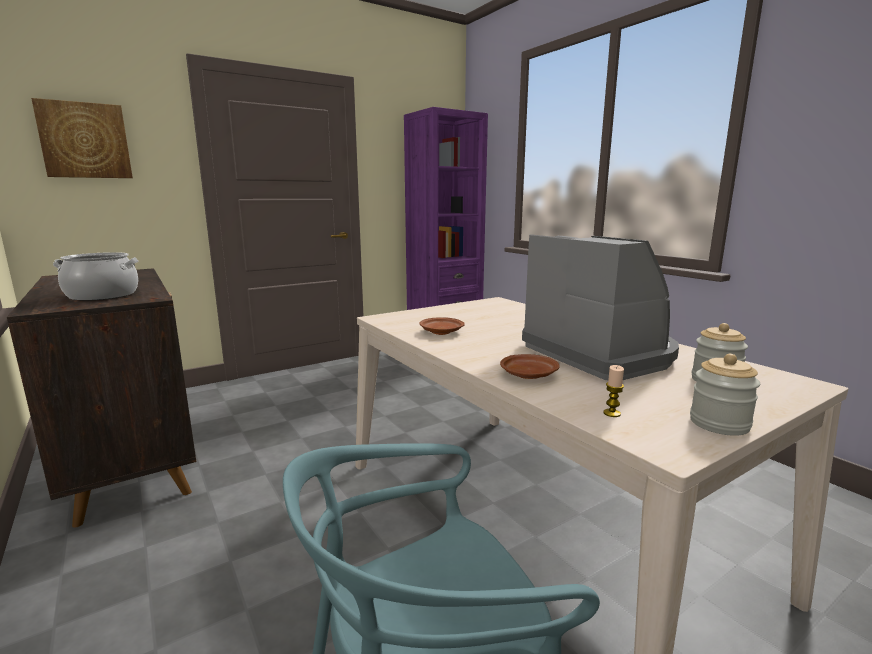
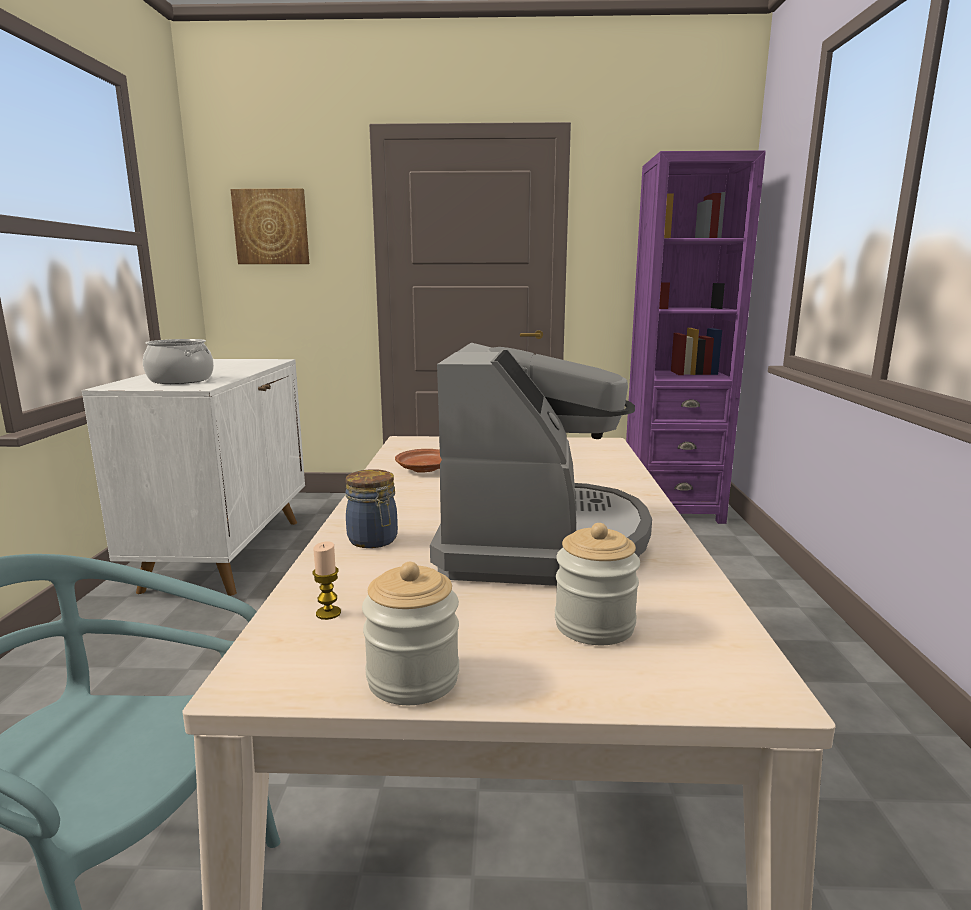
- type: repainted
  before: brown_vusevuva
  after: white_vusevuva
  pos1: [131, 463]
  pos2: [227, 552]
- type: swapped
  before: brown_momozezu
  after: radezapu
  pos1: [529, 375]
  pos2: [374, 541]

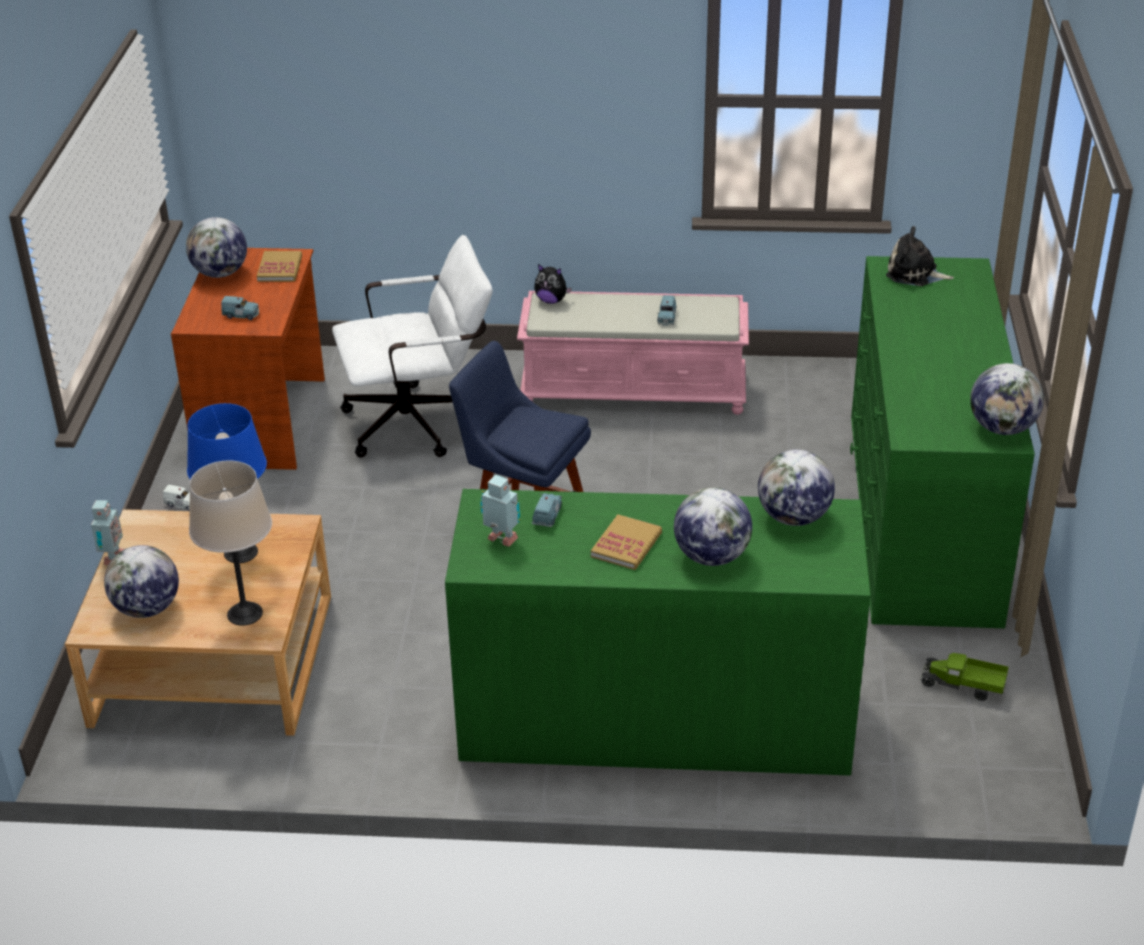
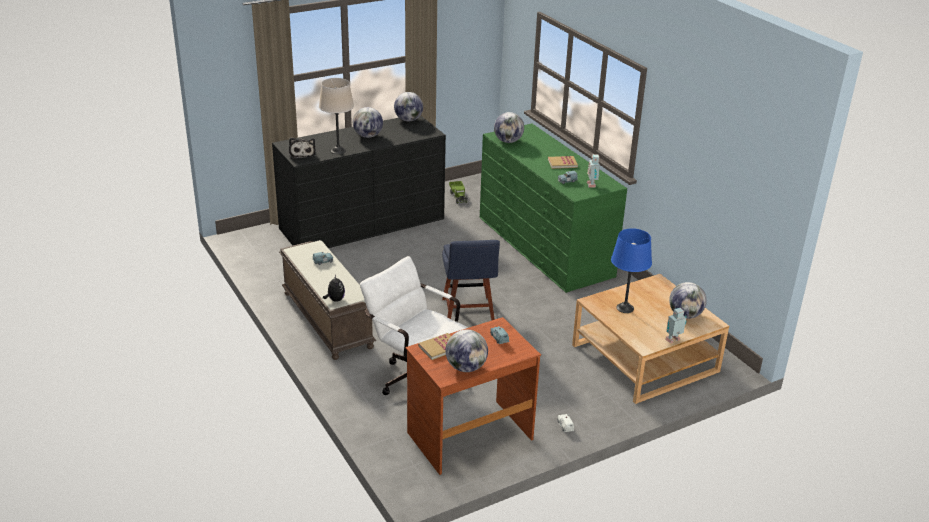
- type: repainted
  before: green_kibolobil
  after: black_kibolobil
  pos1: [921, 516]
  pos2: [362, 224]
- type: repainted
  before: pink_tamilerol
  after: brown_tamilerol
  pos1: [635, 391]
  pos2: [326, 319]
- type: shifted
  before: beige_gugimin
  pos1: [245, 614]
  pos2: [338, 151]
- type: shifted
  before: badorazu
  pos1: [711, 556]
  pos2: [368, 136]

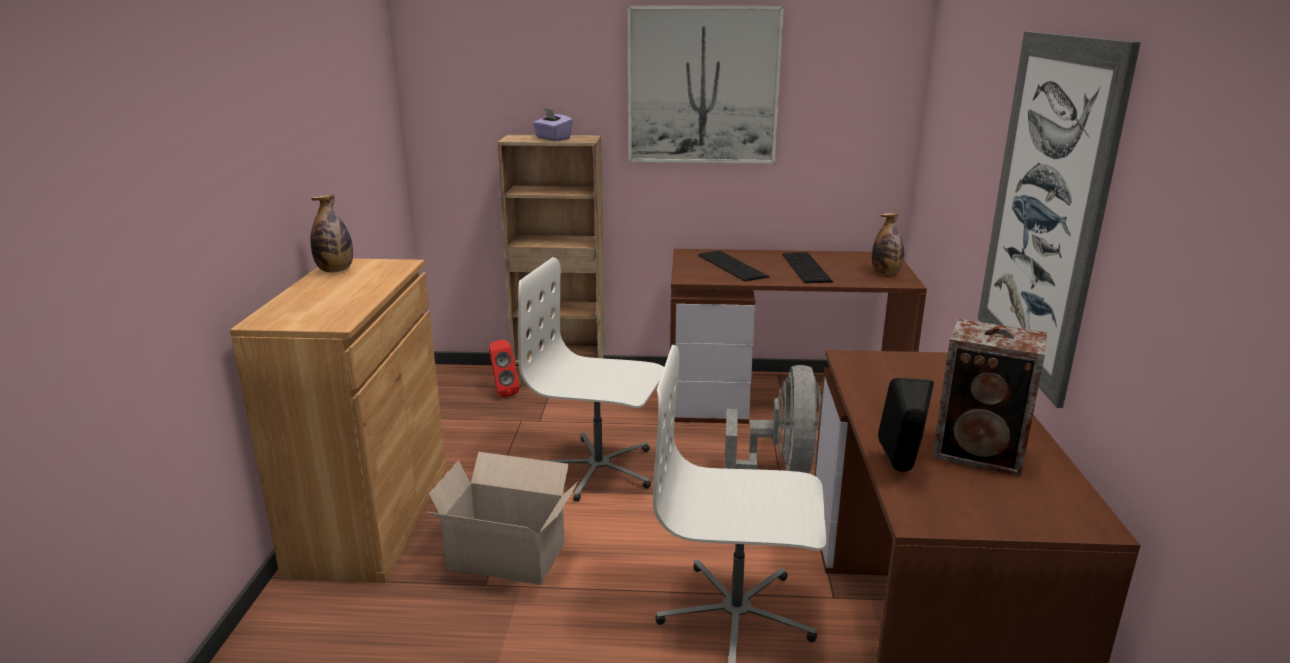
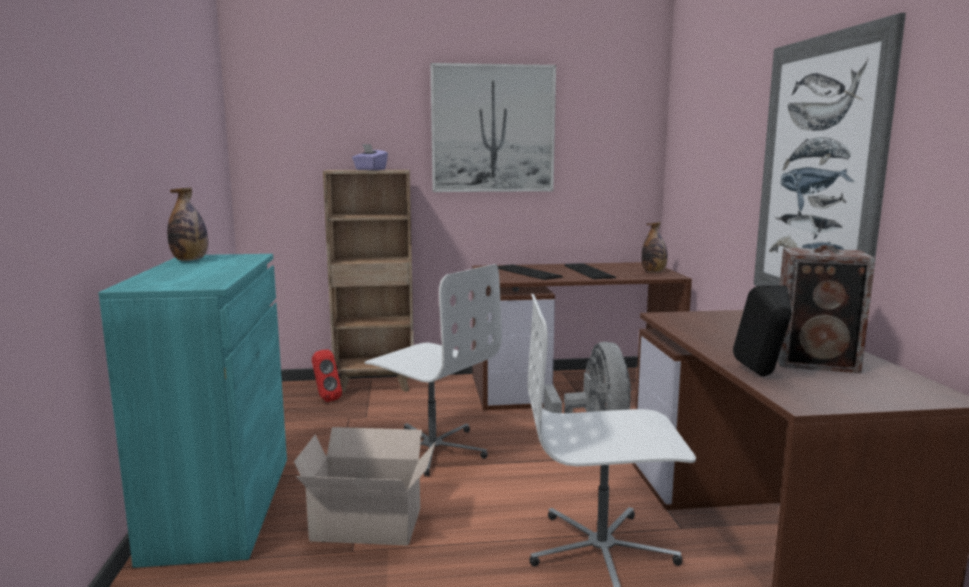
- type: repainted
  before: brown_vusevuva
  after: turquoise_vusevuva
  pos1: [371, 518]
  pos2: [221, 506]
- type: rotated
  before: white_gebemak
  pos1: [598, 469]
  pos2: [433, 449]
  turn: -150

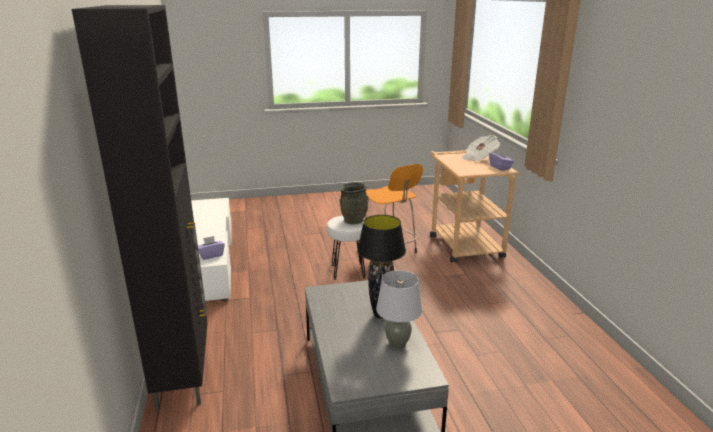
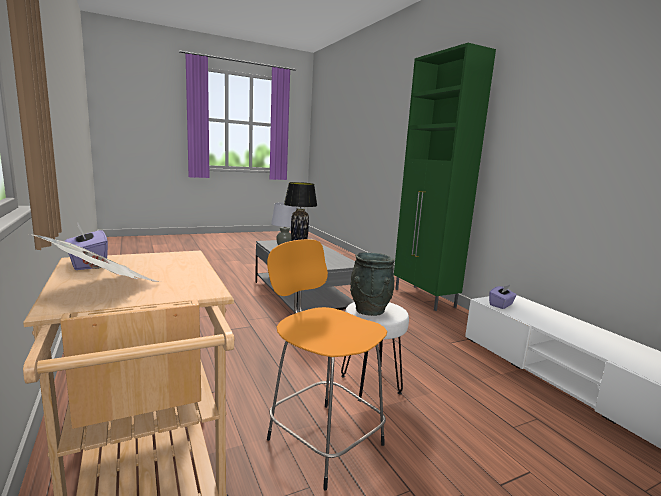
- type: repainted
  before: black_vusevuva
  after: green_vusevuva
  pos1: [184, 372]
  pos2: [424, 298]

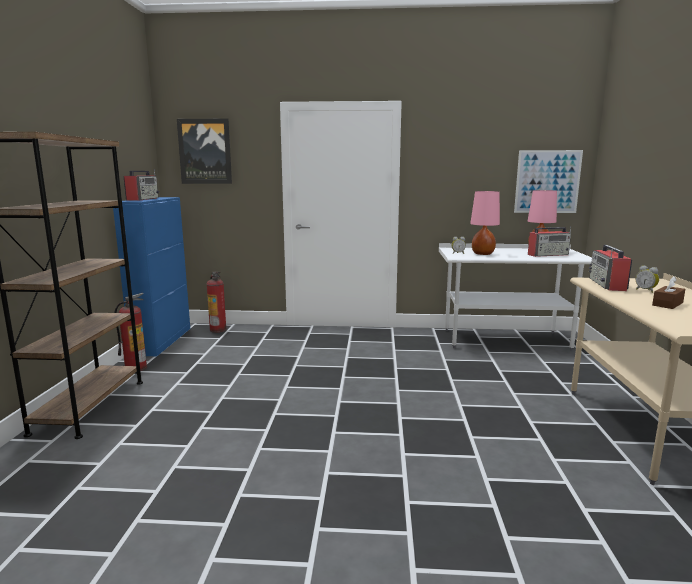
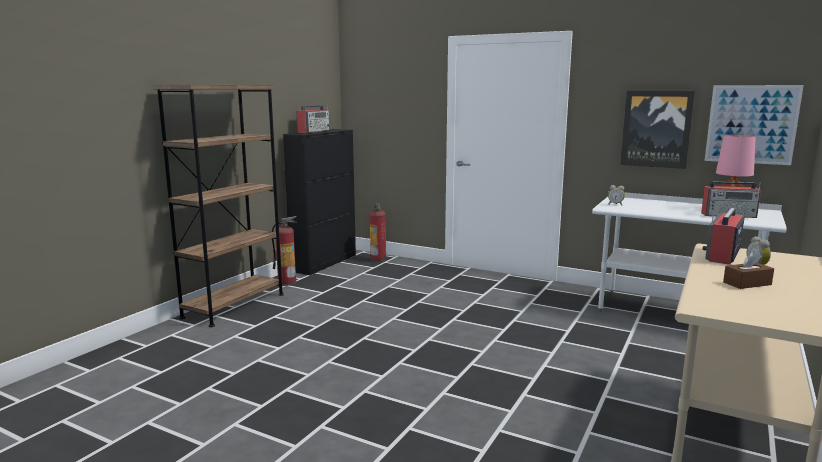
- type: repainted
  before: blue_vusevuva
  after: black_vusevuva
  pos1: [162, 340]
  pos2: [324, 263]
- type: shifted
  before: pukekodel
  pos1: [205, 151]
  pos2: [656, 129]
- type: gone
  before: pink_gugimin
  pos1: [482, 254]

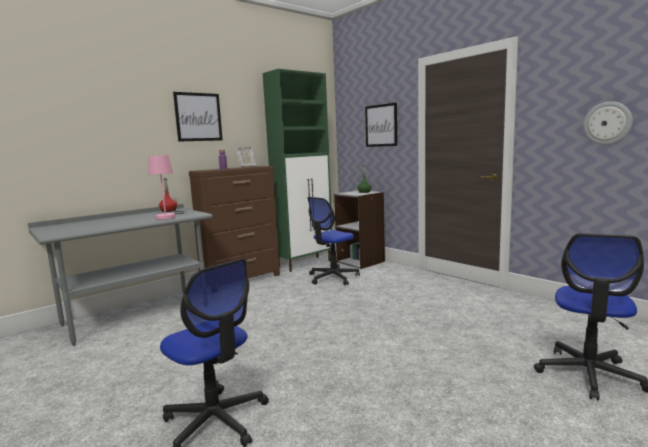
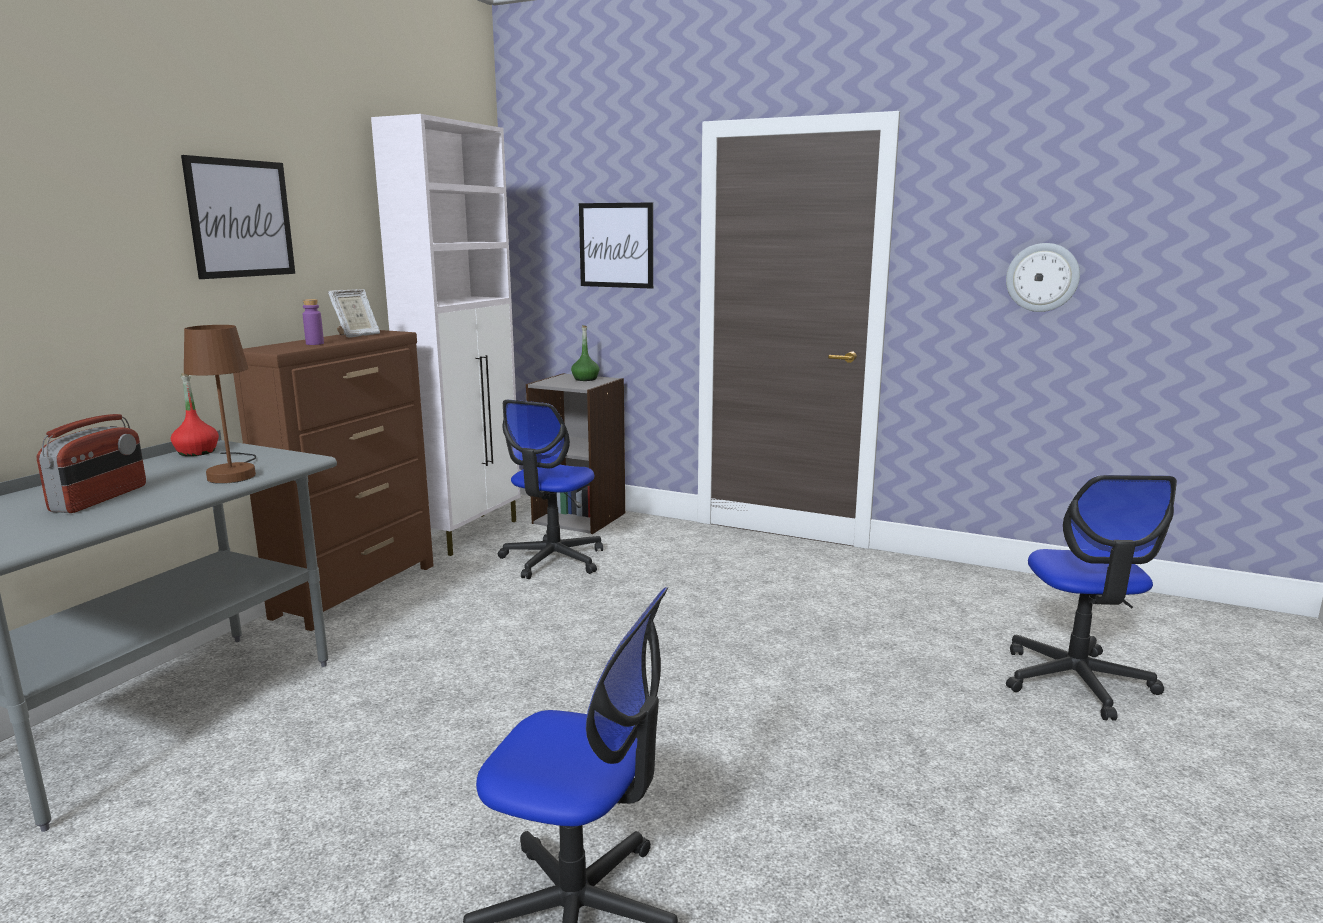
- type: new
  after: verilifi
  pos2: [100, 498]
- type: repainted
  before: pink_gugimin
  after: brown_gugimin
  pos1: [168, 217]
  pos2: [234, 473]
- type: repainted
  before: green_vusevuva
  after: white_vusevuva
  pos1: [305, 264]
  pos2: [468, 533]

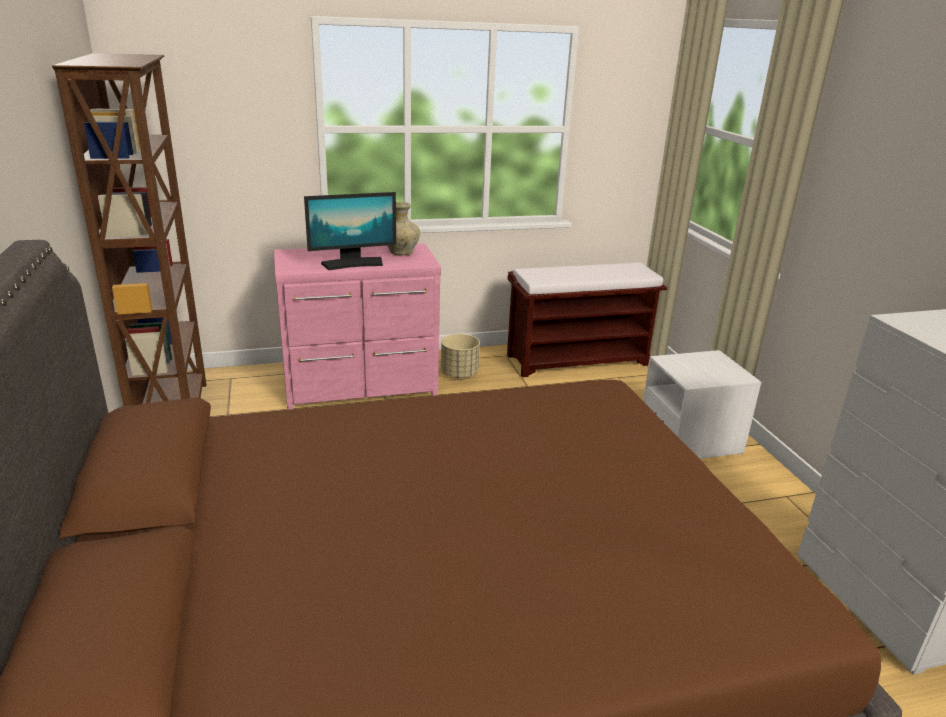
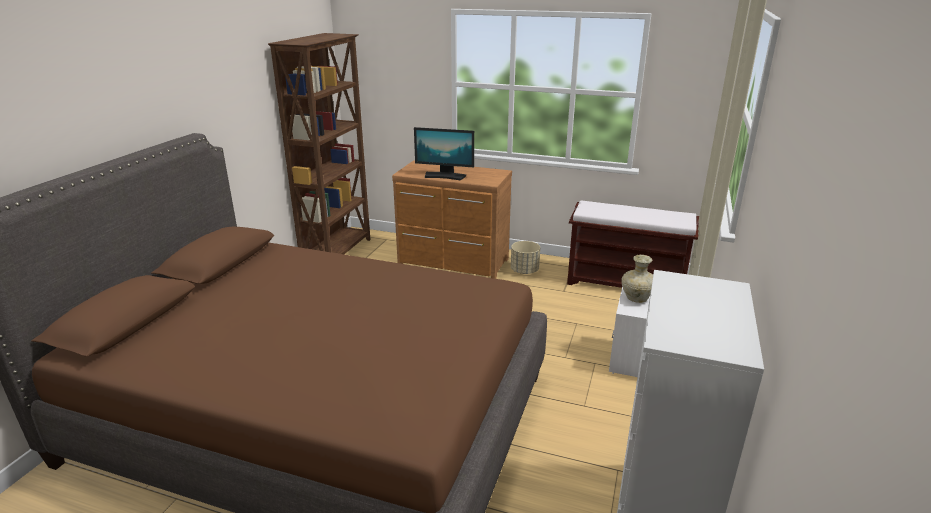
- type: repainted
  before: pink_kibolobil
  after: brown_kibolobil
  pos1: [362, 387]
  pos2: [453, 263]
- type: shifted
  before: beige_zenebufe
  pos1: [400, 253]
  pos2: [636, 298]

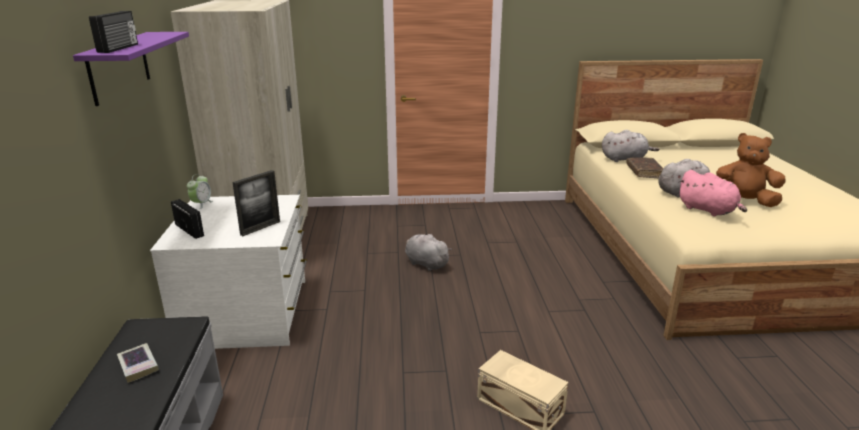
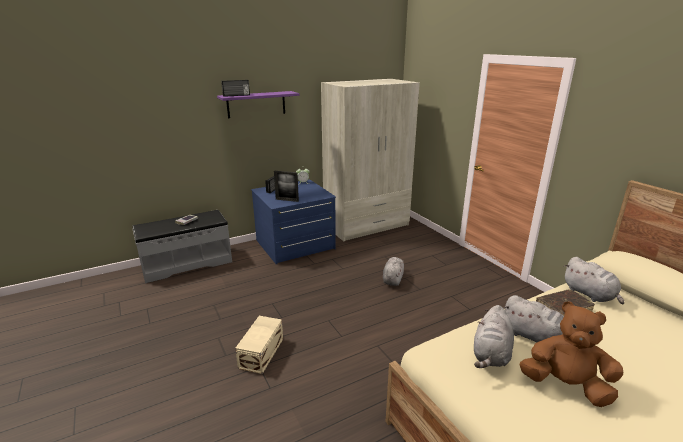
- type: repainted
  before: white_kibolobil
  after: blue_kibolobil
  pos1: [247, 312]
  pos2: [295, 245]
- type: repainted
  before: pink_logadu
  after: grey_logadu
  pos1: [708, 210]
  pos2: [491, 354]
- type: rotated
  before: brown_logadu
  pos1: [742, 201]
  pos2: [565, 385]
  turn: -60

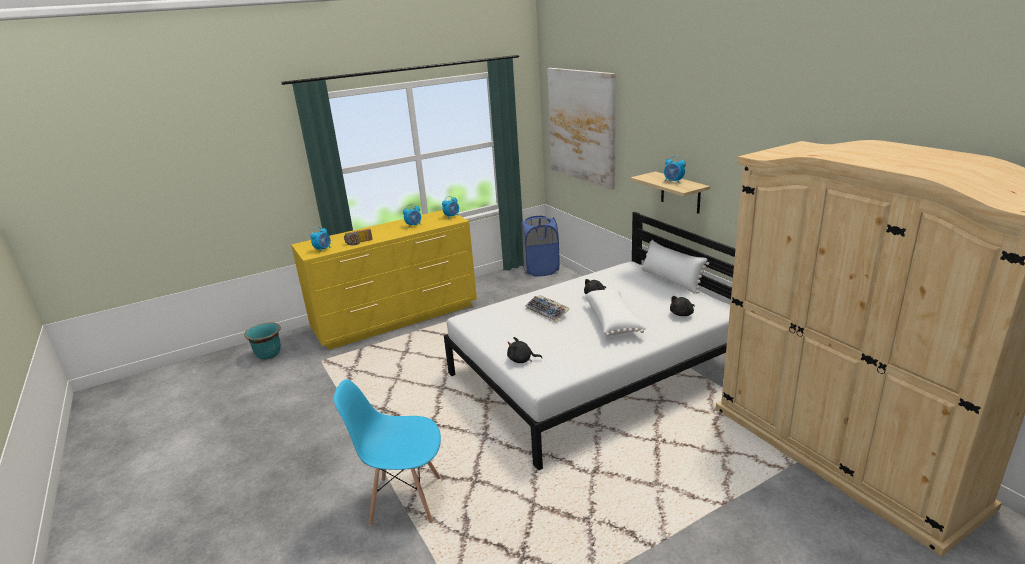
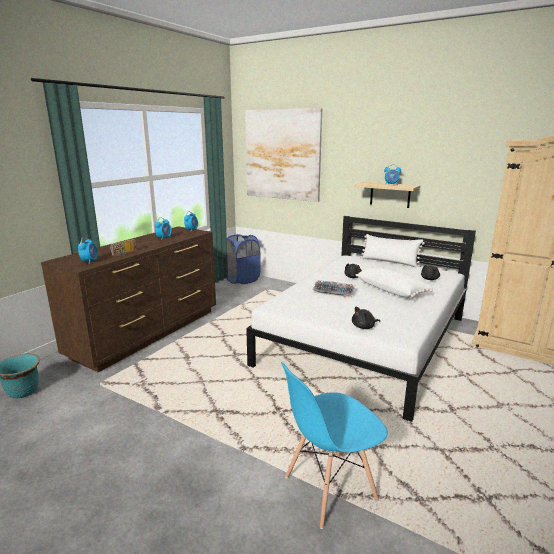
- type: repainted
  before: yellow_kibolobil
  after: brown_kibolobil
  pos1: [397, 318]
  pos2: [148, 332]

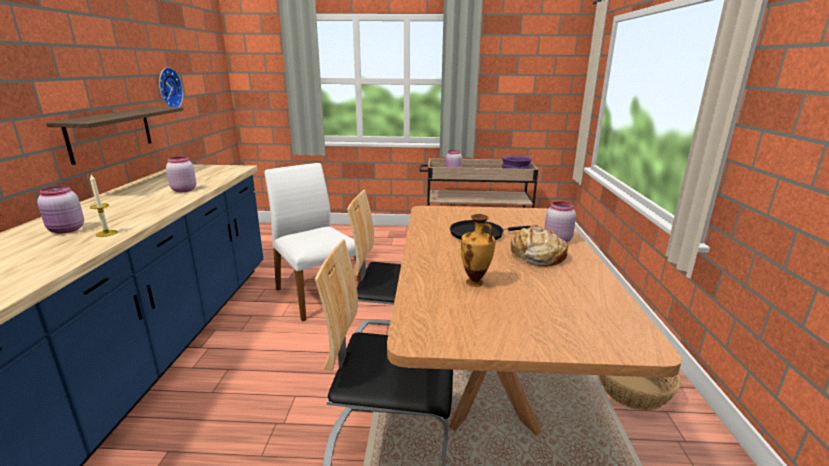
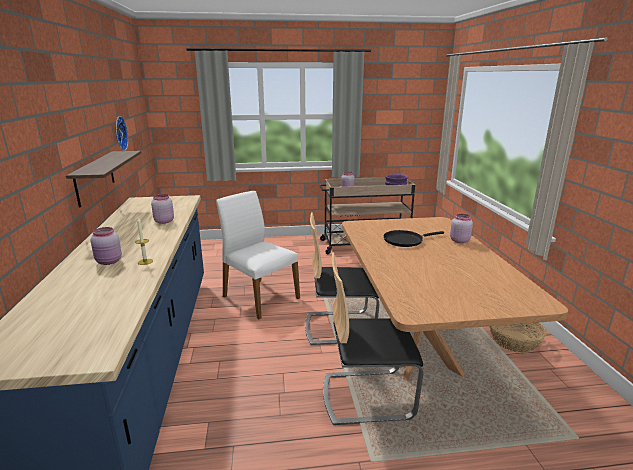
- type: gone
  before: zenebufe
  pos1: [475, 283]
- type: gone
  before: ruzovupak
  pos1: [536, 256]

